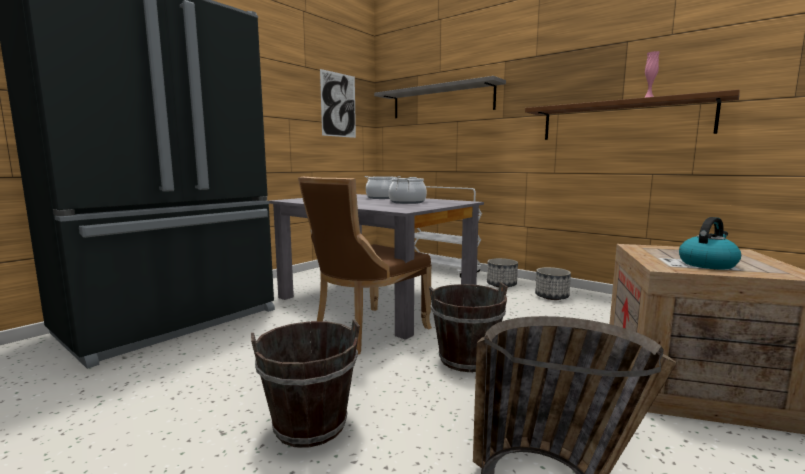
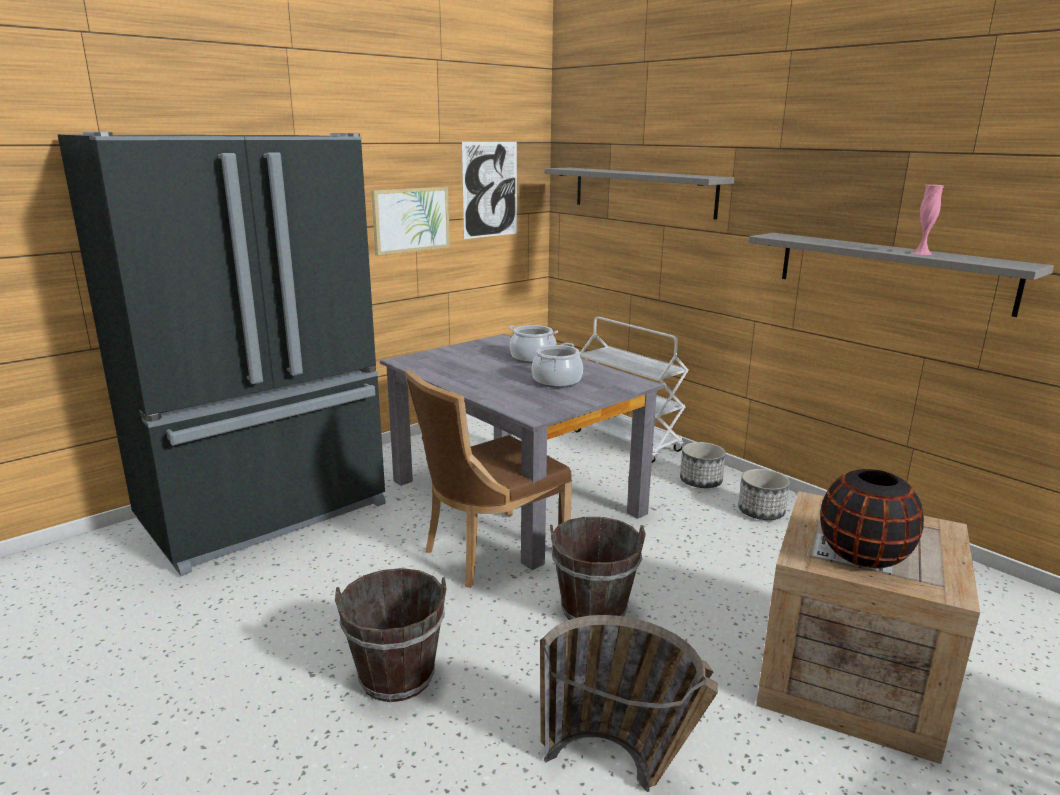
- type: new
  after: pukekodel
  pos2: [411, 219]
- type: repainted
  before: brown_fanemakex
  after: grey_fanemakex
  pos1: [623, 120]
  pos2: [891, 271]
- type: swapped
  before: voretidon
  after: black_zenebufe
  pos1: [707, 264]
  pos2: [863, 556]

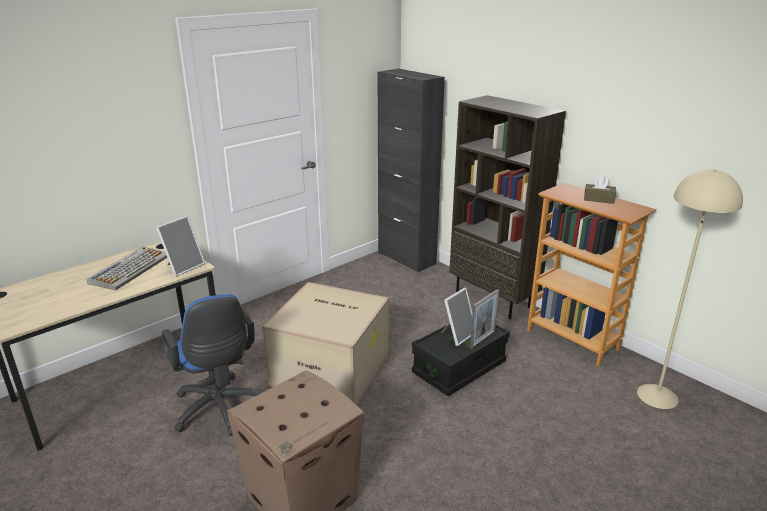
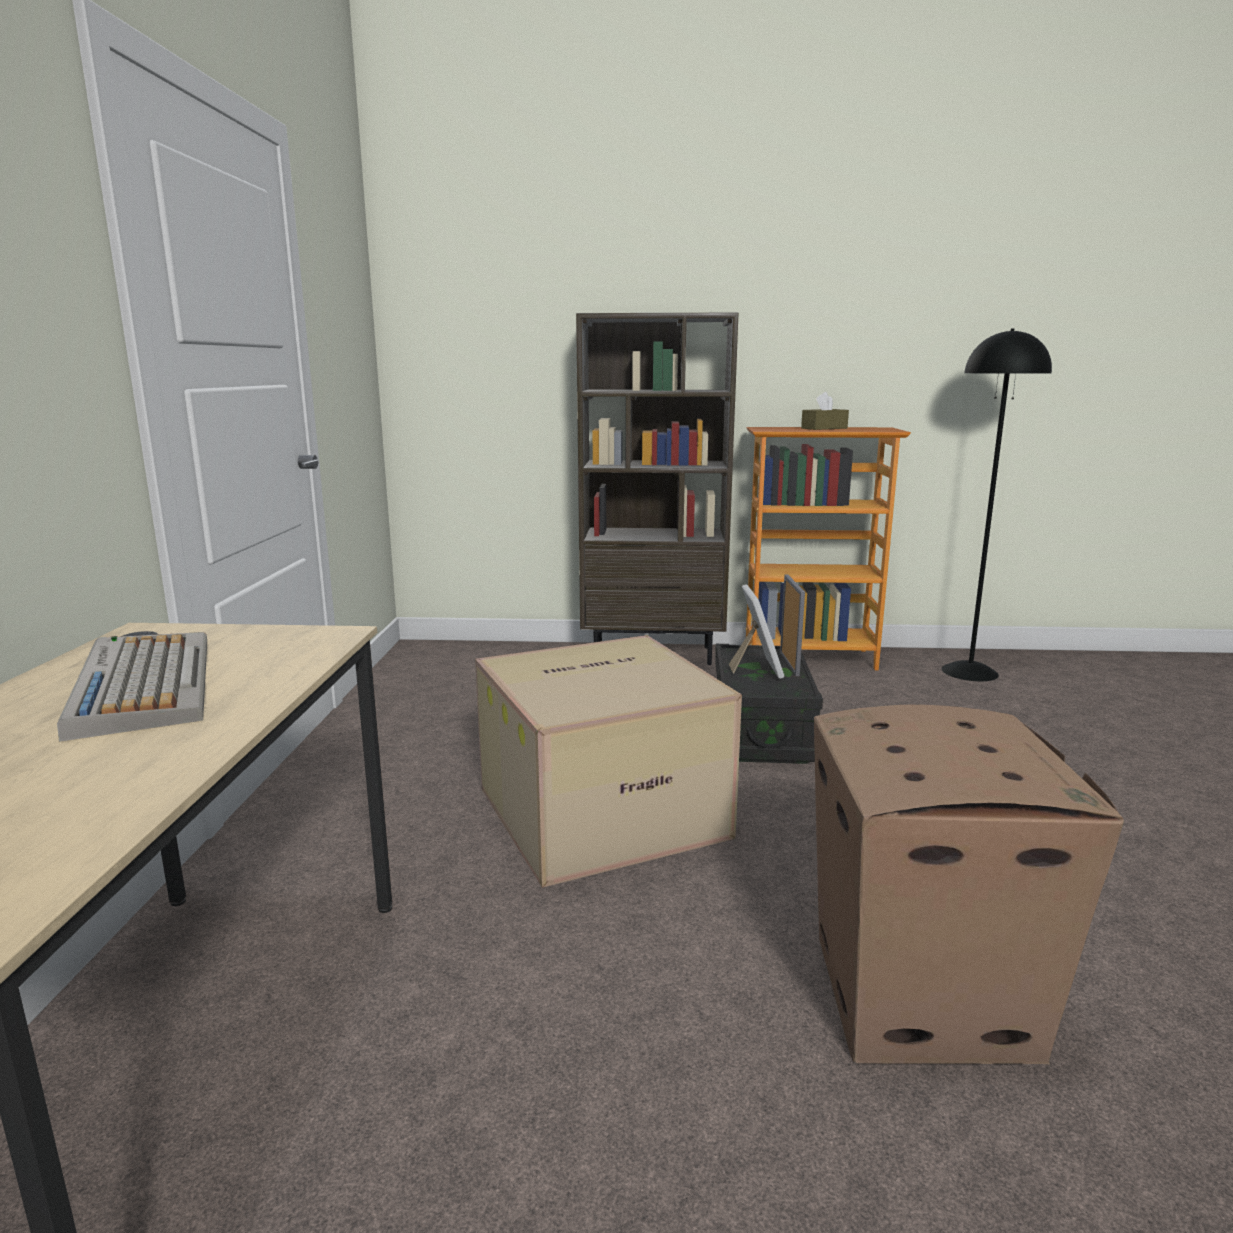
- type: repainted
  before: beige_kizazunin
  after: black_kizazunin
  pos1: [658, 396]
  pos2: [970, 672]
- type: gone
  before: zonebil
  pos1: [183, 267]
- type: gone
  before: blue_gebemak
  pos1: [219, 410]
- type: gone
  before: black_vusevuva
  pos1: [406, 258]

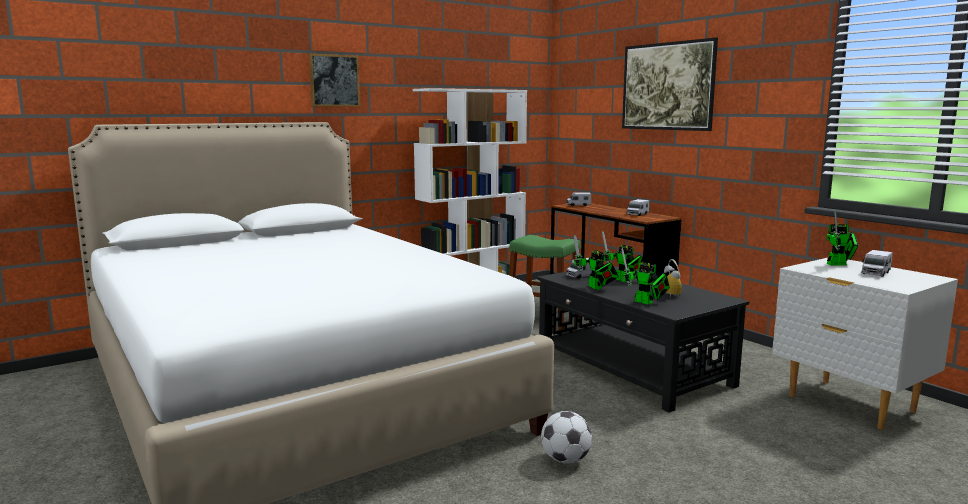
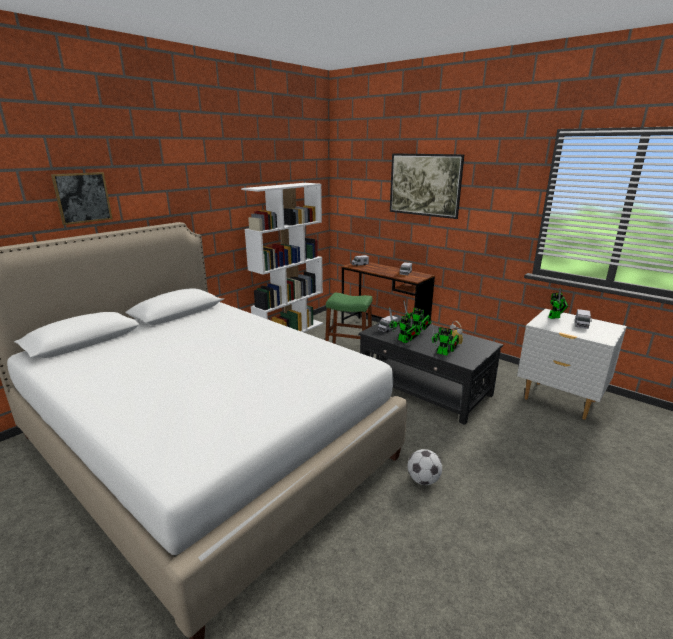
- type: shifted
  before: pukekodel
  pos1: [334, 80]
  pos2: [82, 197]

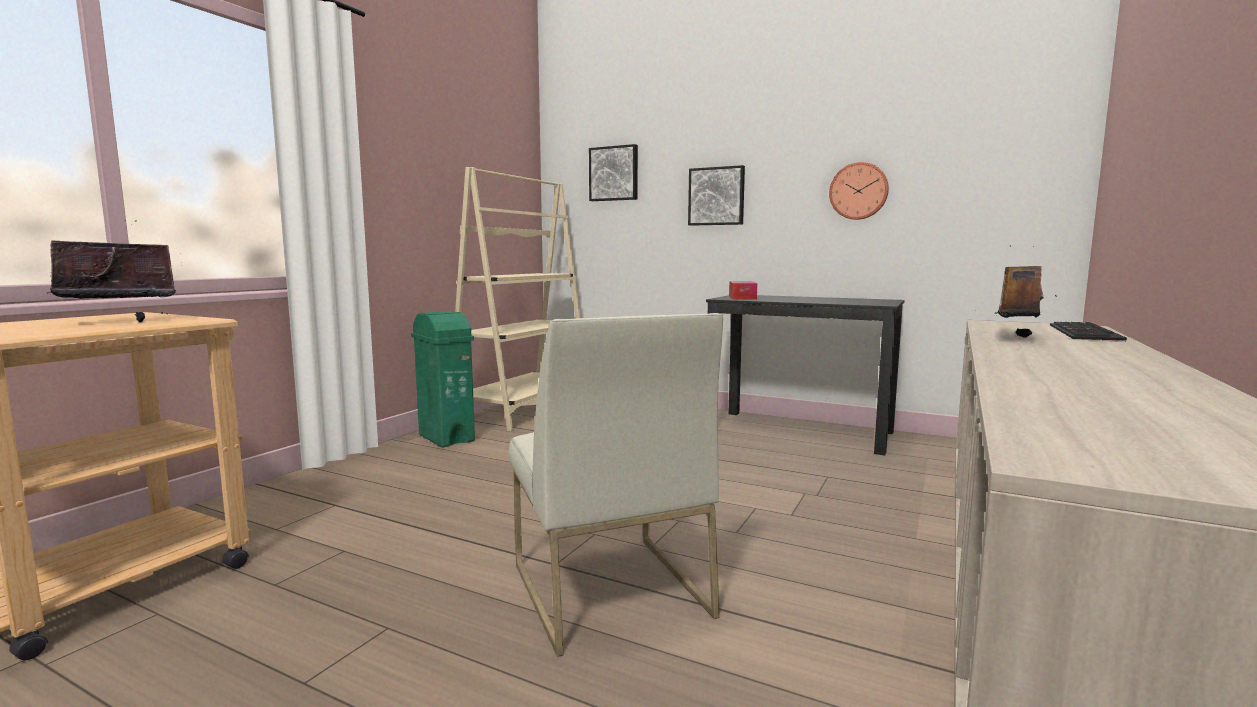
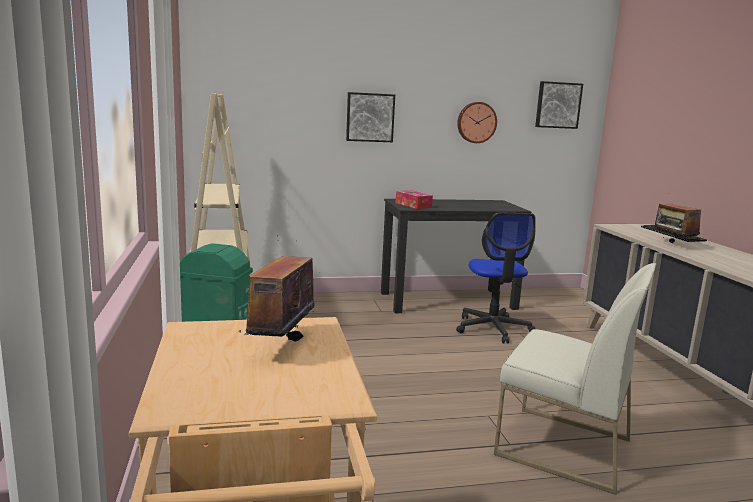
- type: new
  after: gebemak
  pos2: [493, 328]
- type: shifted
  before: pukekodel
  pos1: [614, 173]
  pos2: [557, 105]

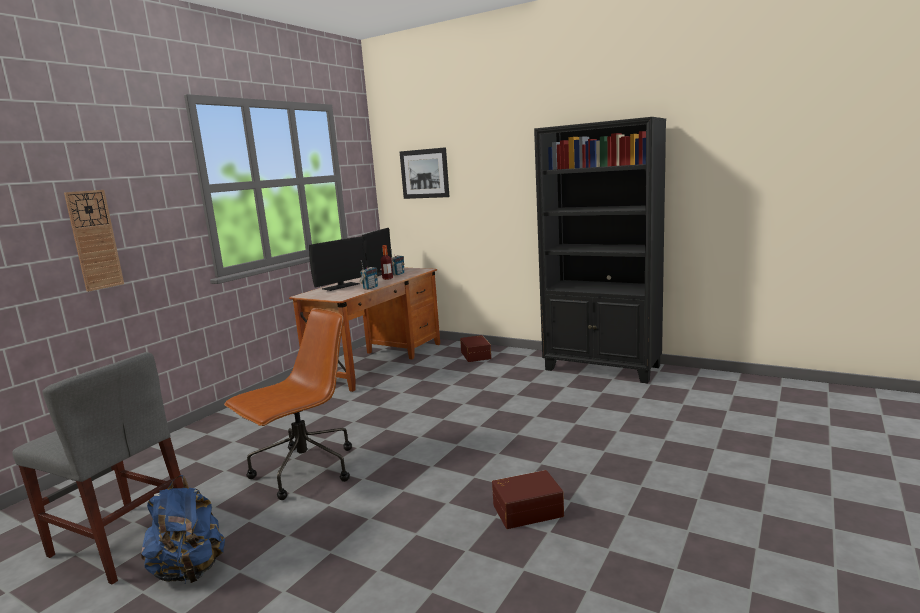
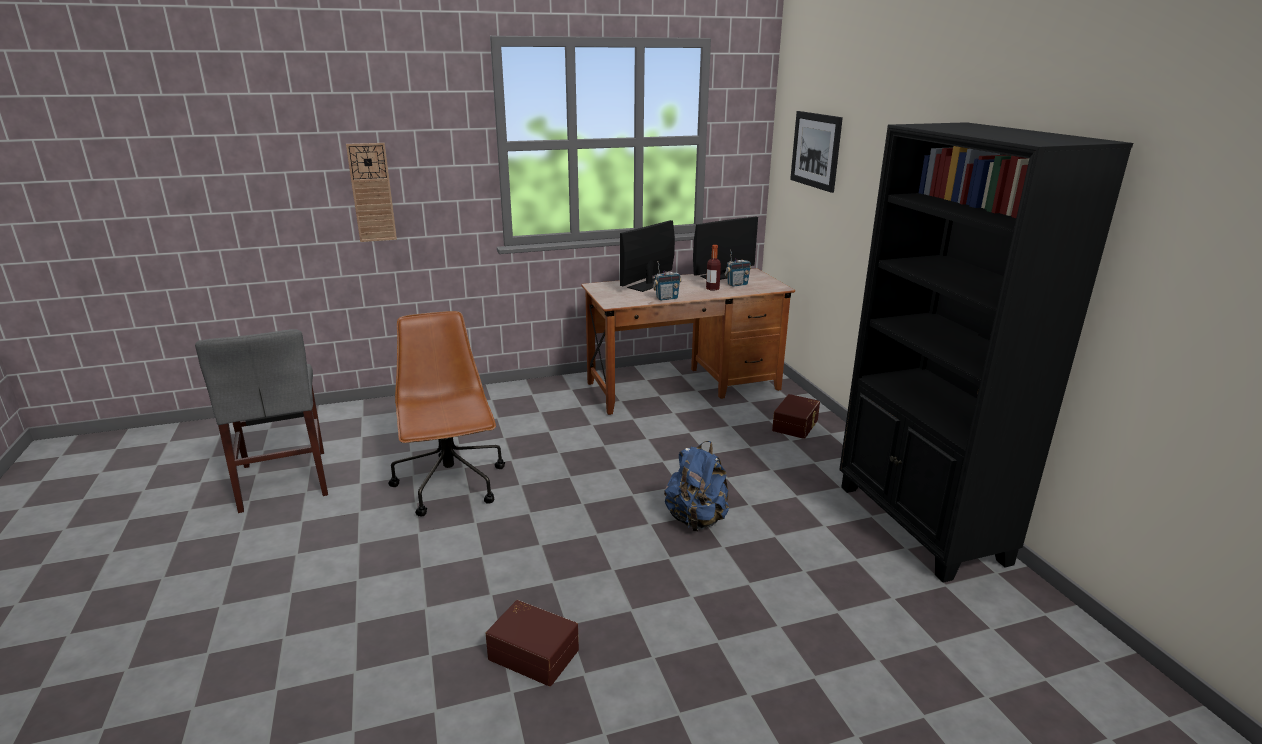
- type: rotated
  before: brown_gebemak
  pos1: [303, 471]
  pos2: [451, 486]
  turn: -105
- type: rotated
  before: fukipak
  pos1: [341, 286]
  pos2: [649, 285]
  turn: 135
- type: shifted
  before: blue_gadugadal
  pos1: [190, 570]
  pos2: [696, 520]

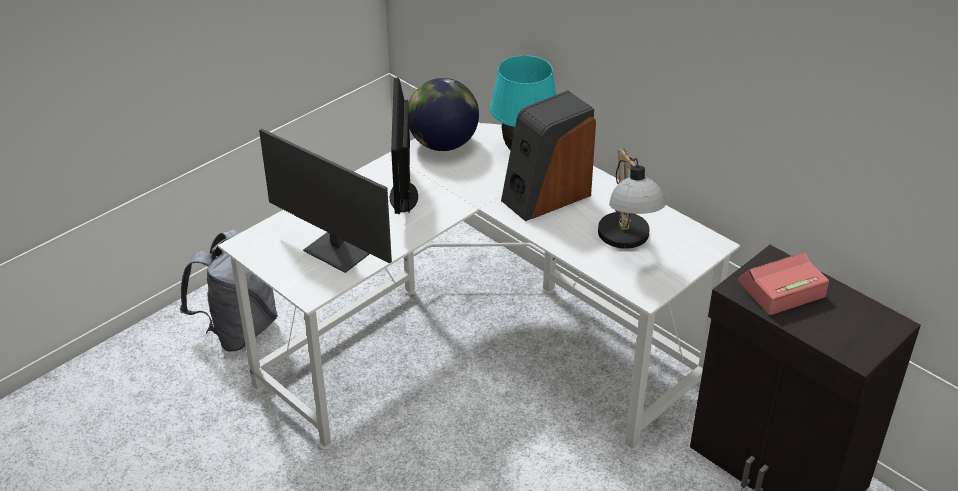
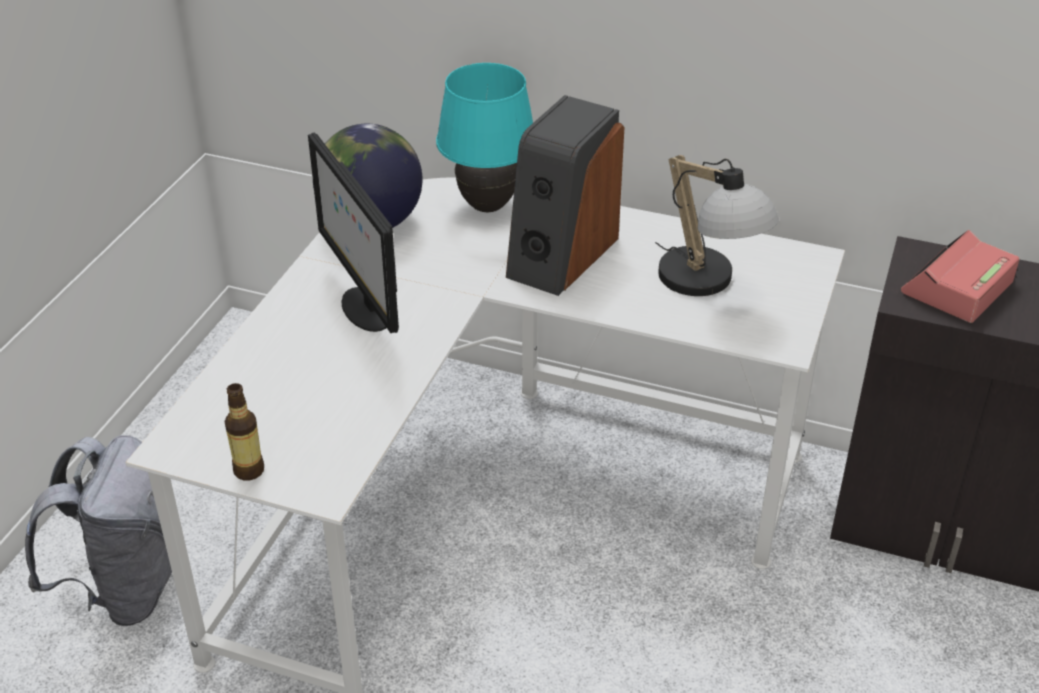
- type: new
  after: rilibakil
  pos2: [249, 470]
- type: gone
  before: fukipak
  pos1: [338, 251]

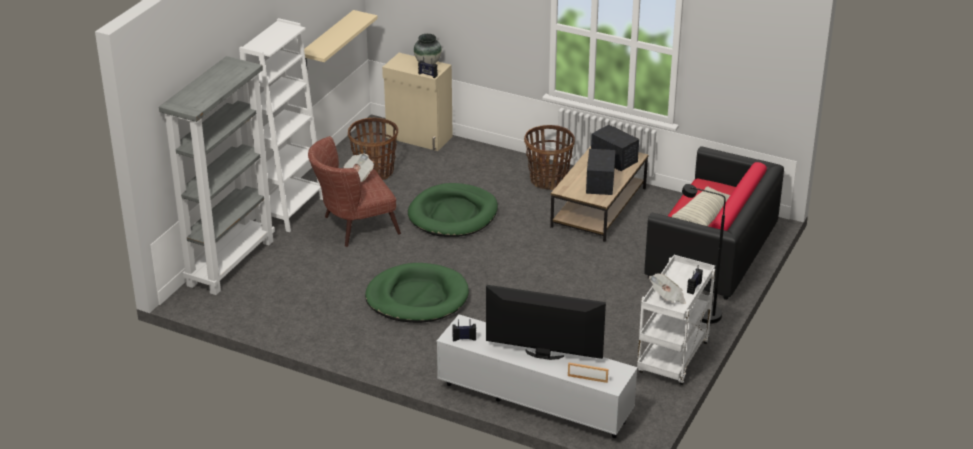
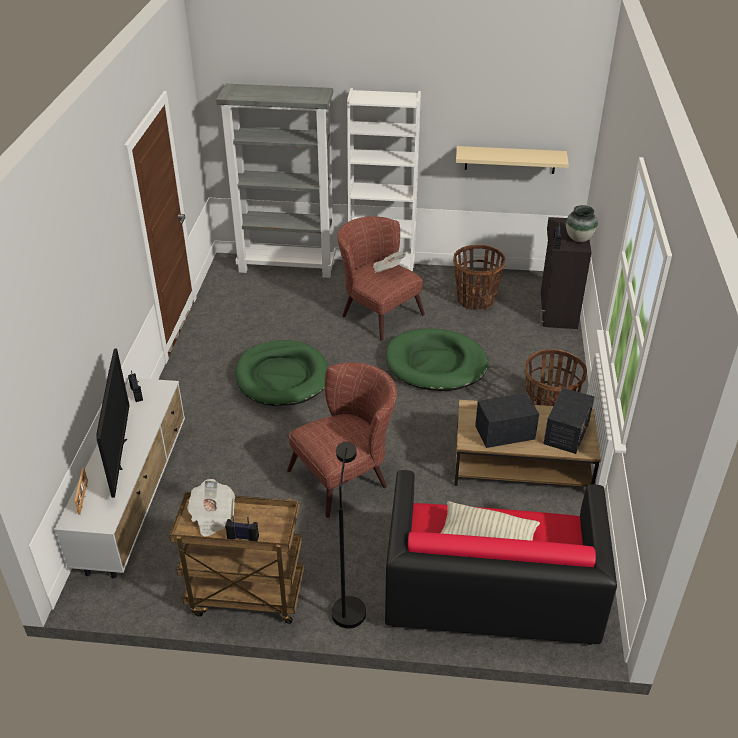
- type: repainted
  before: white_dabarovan
  after: brown_dabarovan
  pos1: [673, 359]
  pos2: [245, 597]
- type: new
  after: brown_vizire
  pos2: [346, 475]
- type: repainted
  before: beige_vusevuva
  after: black_vusevuva
  pos1: [419, 137]
  pos2: [557, 310]

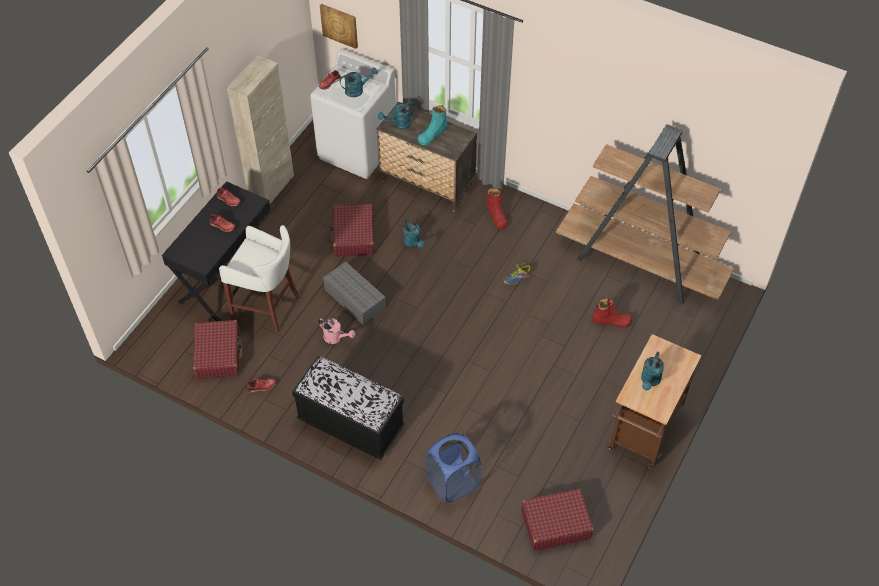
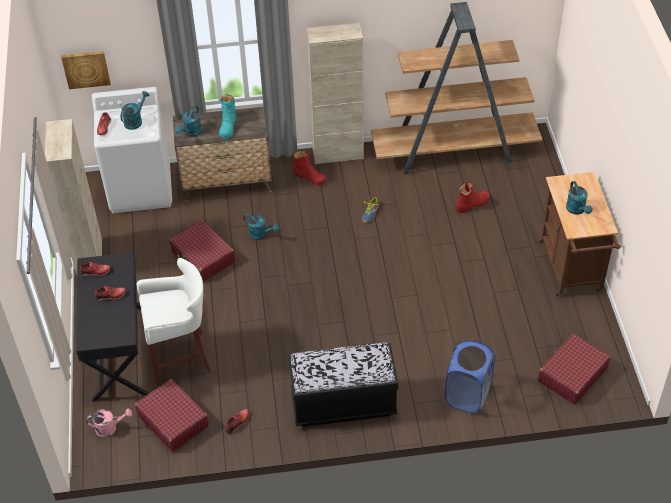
- type: shifted
  before: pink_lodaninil
  pos1: [336, 338]
  pos2: [110, 428]
- type: new
  after: beige_vusevuva
  pos2: [338, 154]
- type: gone
  before: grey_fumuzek
  pos1: [356, 299]

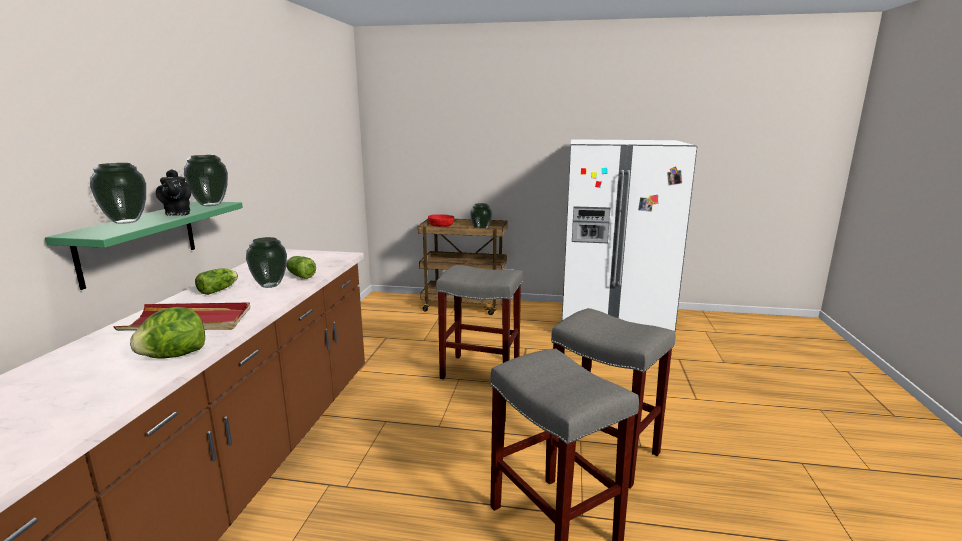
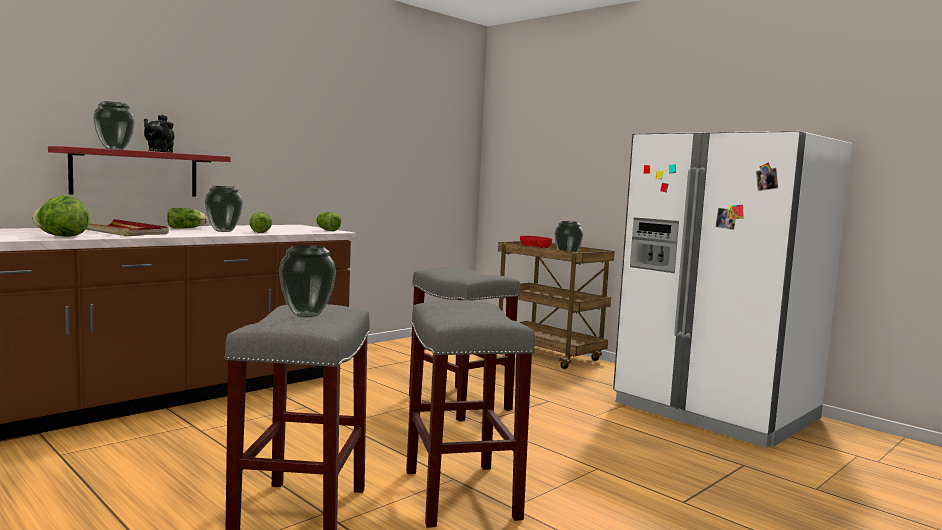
- type: repainted
  before: green_fanemakex
  after: red_fanemakex
  pos1: [139, 241]
  pos2: [135, 173]
- type: shifted
  before: zenebufe
  pos1: [211, 204]
  pos2: [307, 315]
- type: new
  after: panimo
  pos2: [326, 230]

